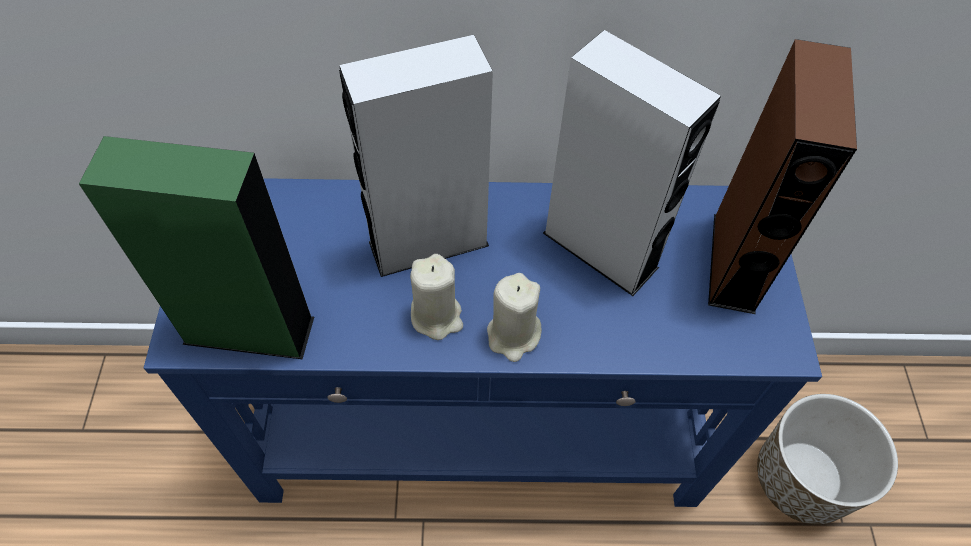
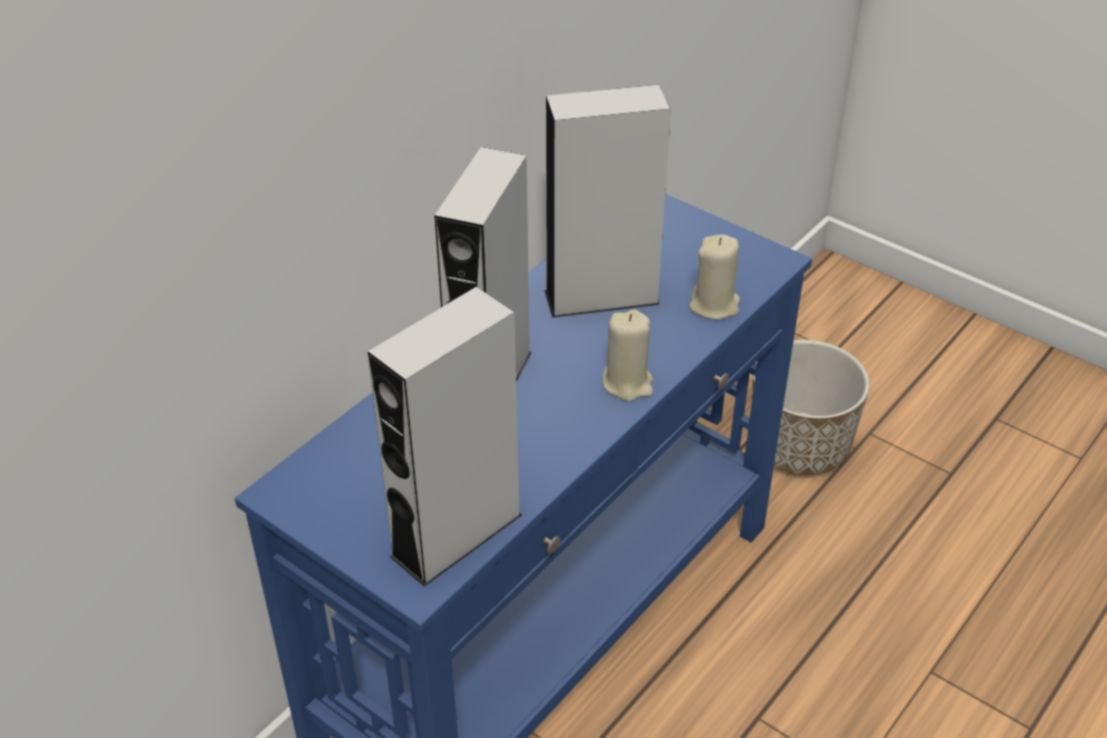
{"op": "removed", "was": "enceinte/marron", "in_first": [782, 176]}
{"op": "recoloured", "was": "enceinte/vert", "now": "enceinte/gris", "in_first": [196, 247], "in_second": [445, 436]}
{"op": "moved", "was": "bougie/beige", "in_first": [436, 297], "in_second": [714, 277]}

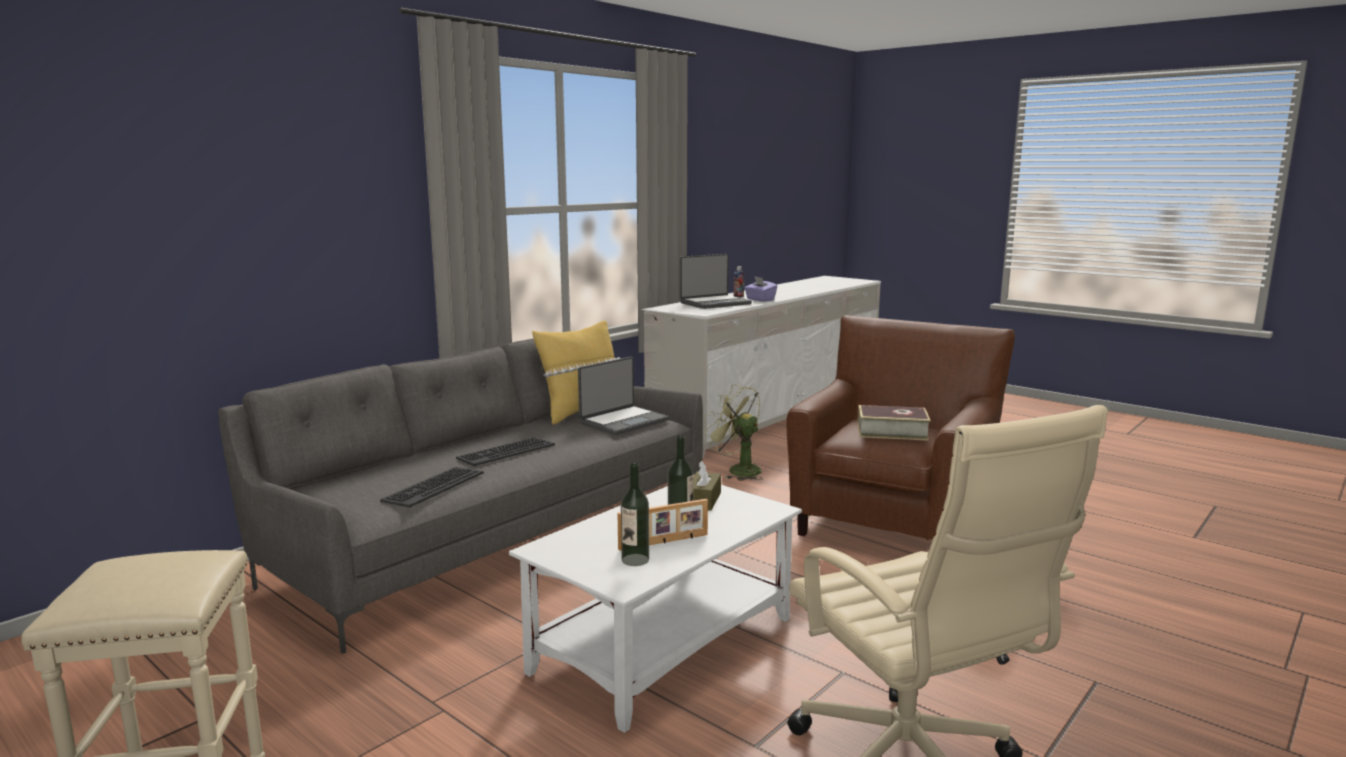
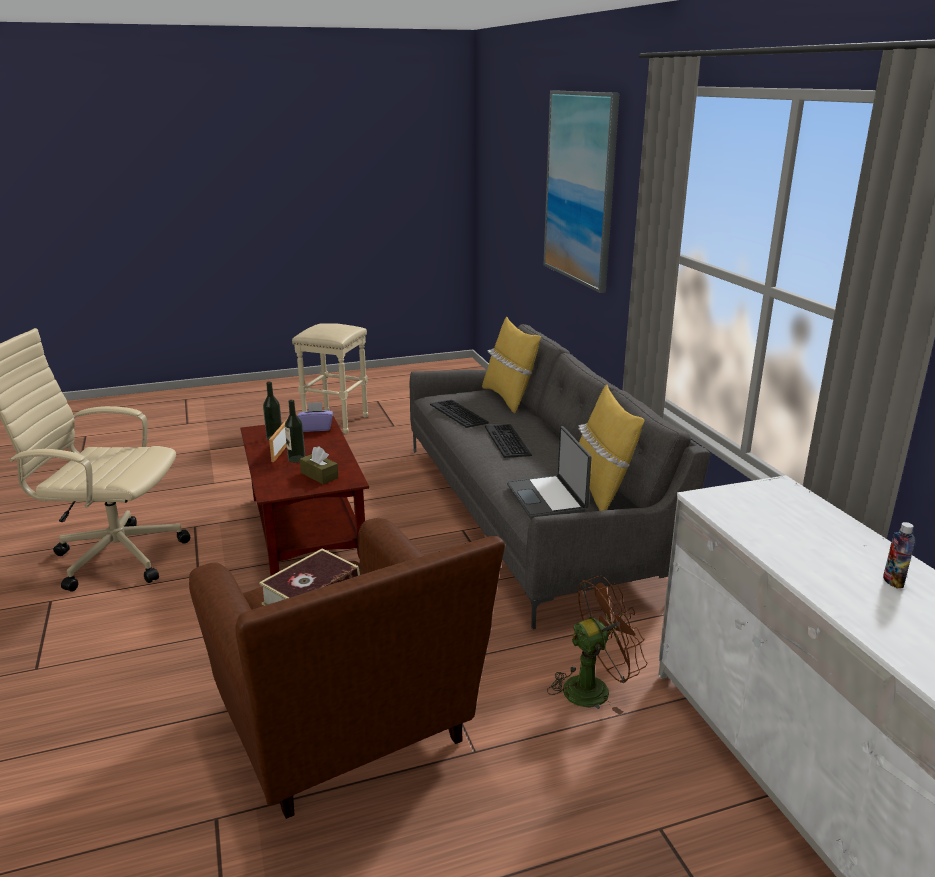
{"op": "removed", "was": "ordinateur portable", "in_first": [716, 281]}
{"op": "moved", "was": "boîte à mouchoirs/violet", "in_first": [760, 289], "in_second": [315, 417]}
{"op": "recoloured", "was": "ventilateur/vert", "now": "ventilateur/marron", "in_first": [734, 432], "in_second": [597, 645]}
{"op": "recoloured", "was": "table basse/blanc", "now": "table basse/marron", "in_first": [655, 609], "in_second": [304, 496]}
{"op": "added", "now": "tableau", "in_second": [581, 191]}
{"op": "added", "now": "coussin/jaune", "in_second": [511, 365]}

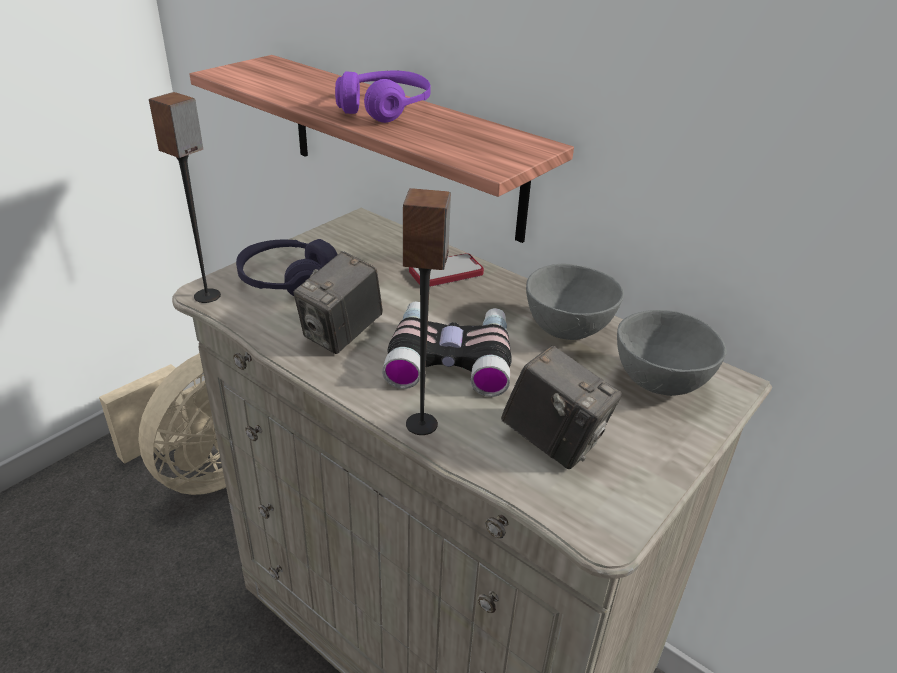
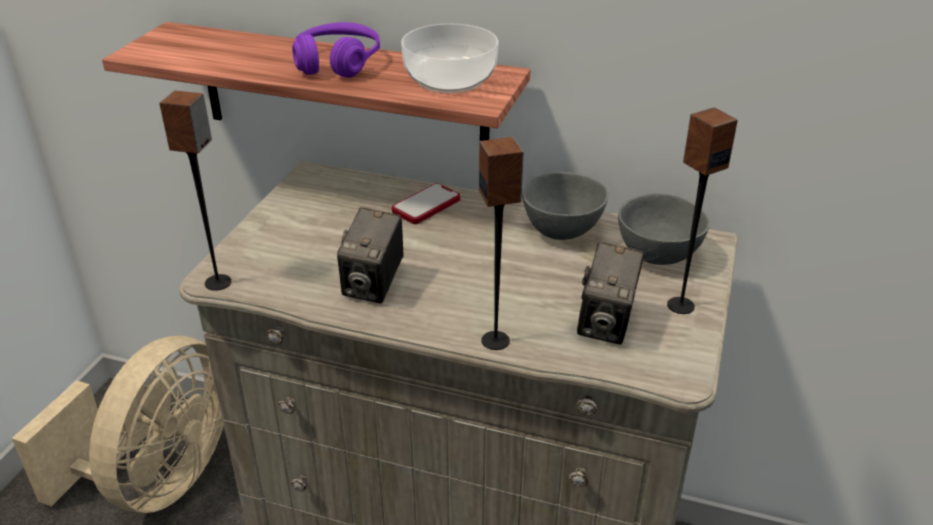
{"op": "removed", "was": "casque audio/violet", "in_first": [287, 267]}
{"op": "removed", "was": "jumelles", "in_first": [447, 349]}
{"op": "turned", "was": "appareil photo", "in_first": [561, 407], "in_second": [610, 293], "clockwise": 90}
{"op": "added", "now": "bol", "in_second": [450, 58]}
{"op": "added", "now": "enceinte", "in_second": [702, 210]}

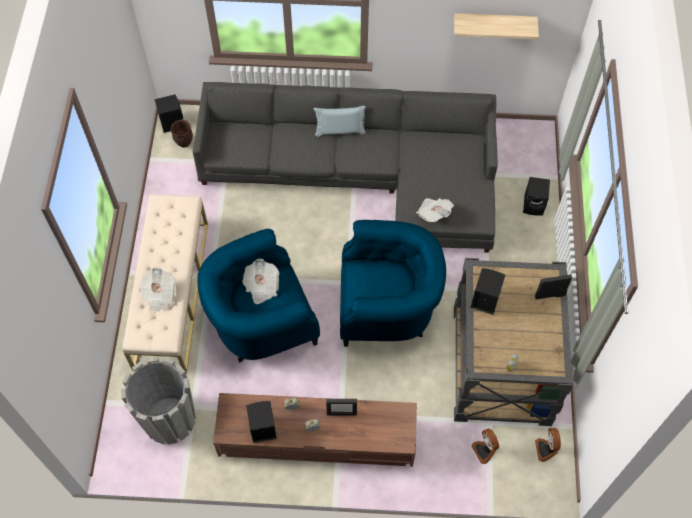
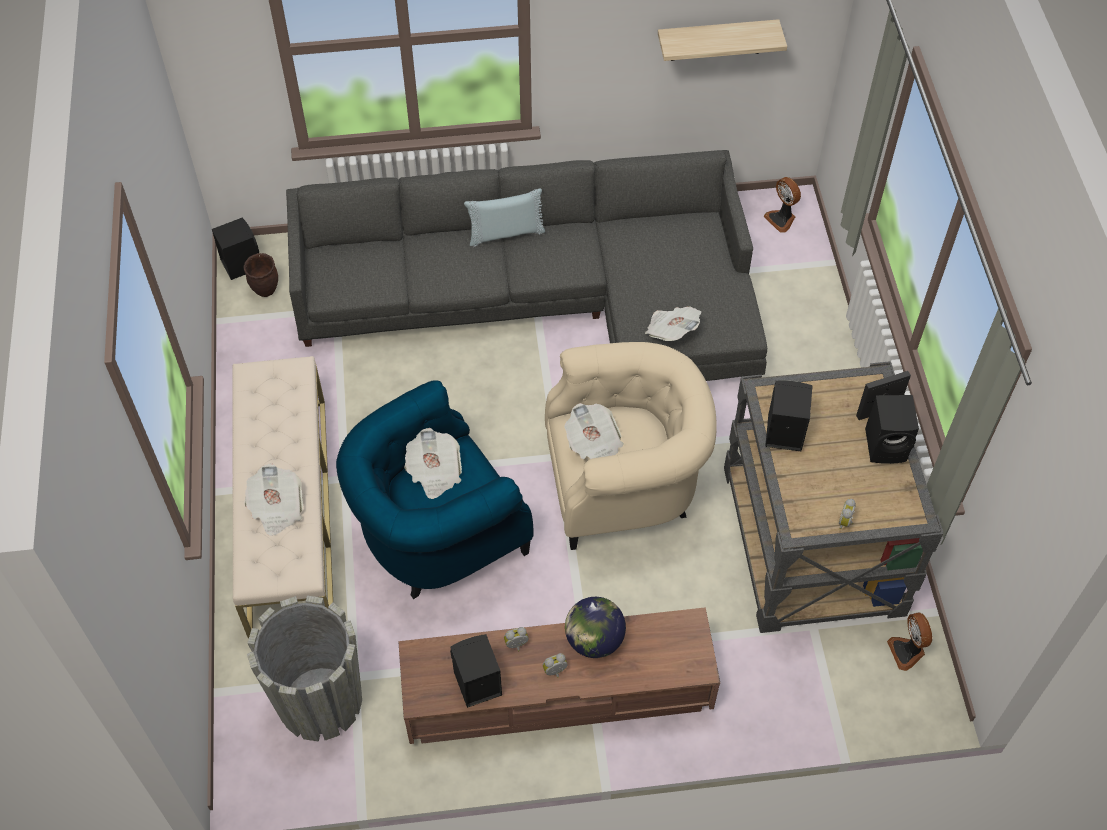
{"op": "moved", "was": "enceinte/noir", "in_first": [536, 196], "in_second": [892, 429]}
{"op": "recoloured", "was": "fauteuil/bleu", "now": "fauteuil/beige", "in_first": [393, 283], "in_second": [631, 446]}
{"op": "replaced", "was": "cadre photo", "now": "globe", "in_first": [341, 407], "in_second": [595, 627]}
{"op": "moved", "was": "ventilateur", "in_first": [485, 446], "in_second": [782, 205]}
{"op": "added", "now": "journal", "in_second": [594, 431]}

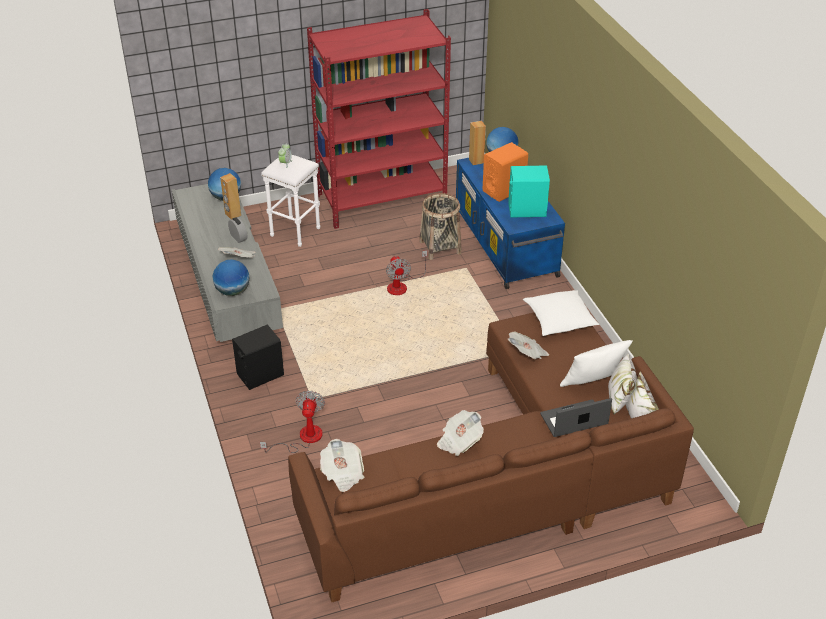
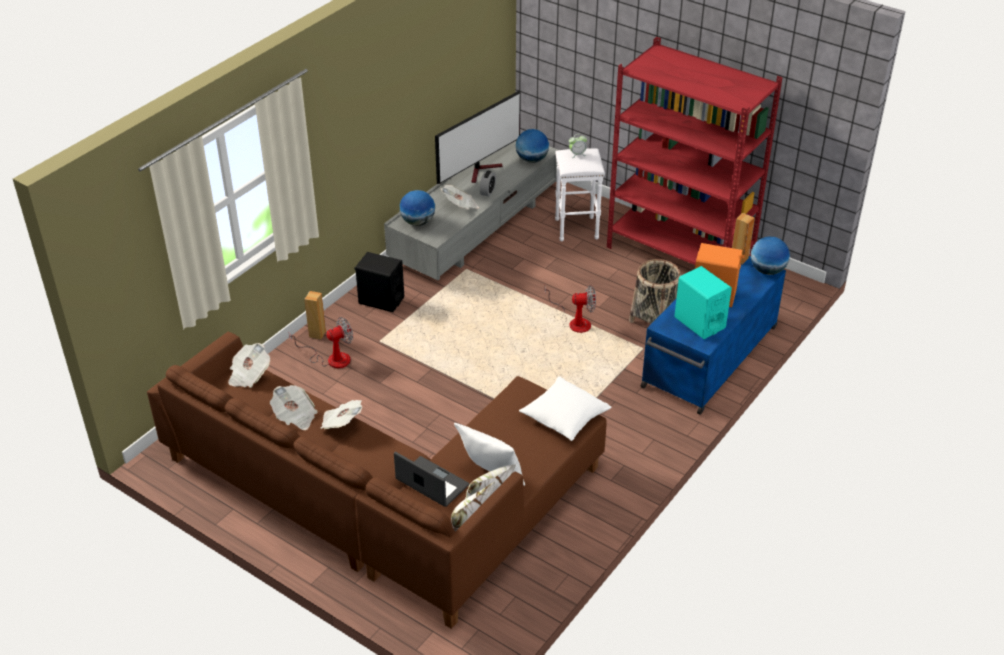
{"op": "moved", "was": "enceinte/marron", "in_first": [230, 196], "in_second": [315, 315]}
{"op": "turned", "was": "ventilateur", "in_first": [406, 272], "in_second": [570, 309], "clockwise": -135}
{"op": "moved", "was": "journal", "in_first": [528, 345], "in_second": [294, 407]}
{"op": "added", "now": "téléviseur", "in_second": [478, 137]}

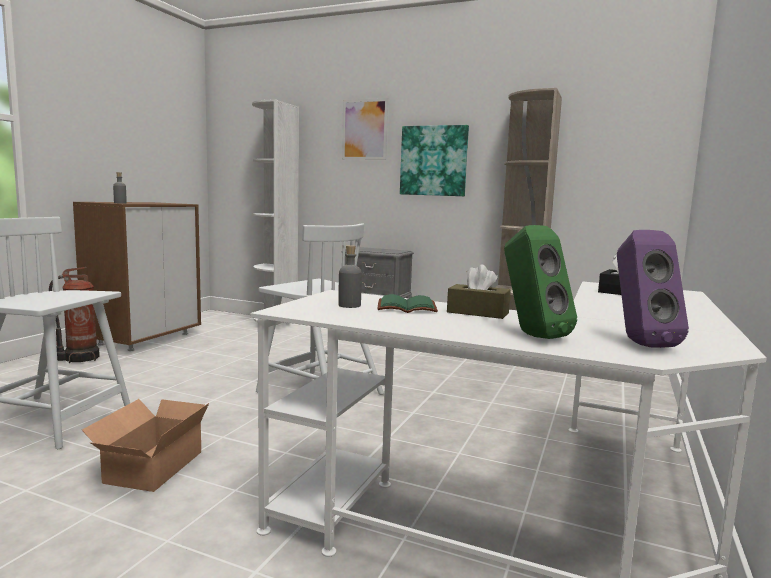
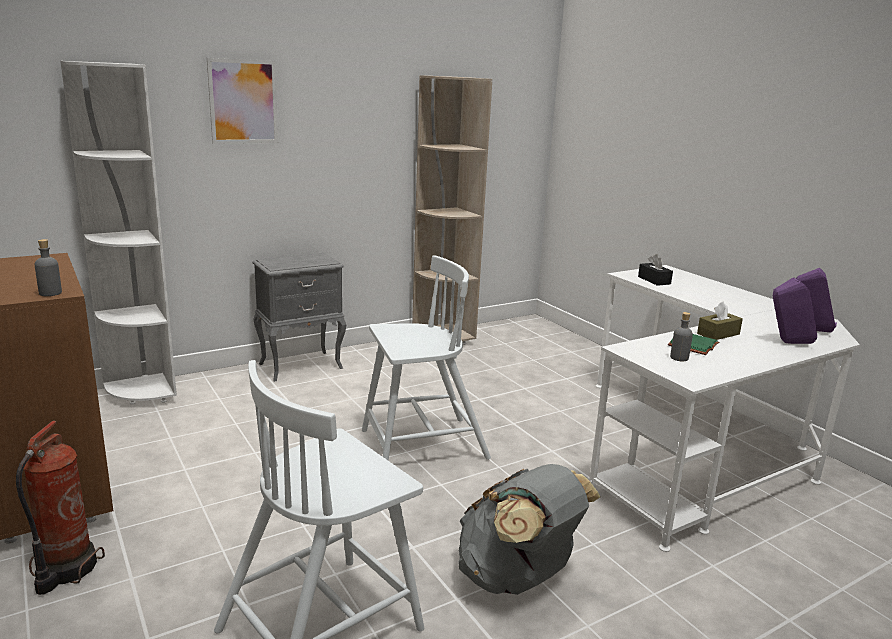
{"op": "removed", "was": "tableau", "in_first": [434, 160]}
{"op": "recoloured", "was": "enceinte/vert", "now": "enceinte/violet", "in_first": [540, 282], "in_second": [795, 310]}
{"op": "replaced", "was": "carton", "now": "sac à dos/gris", "in_first": [145, 445], "in_second": [529, 529]}

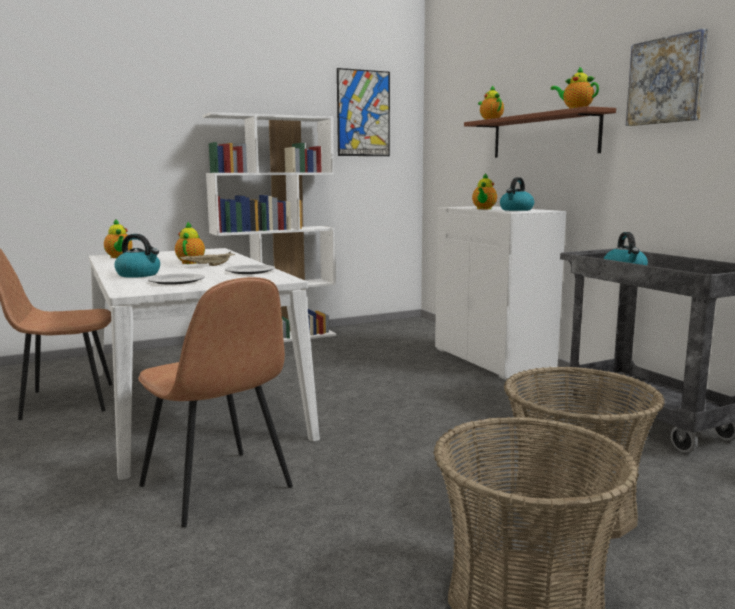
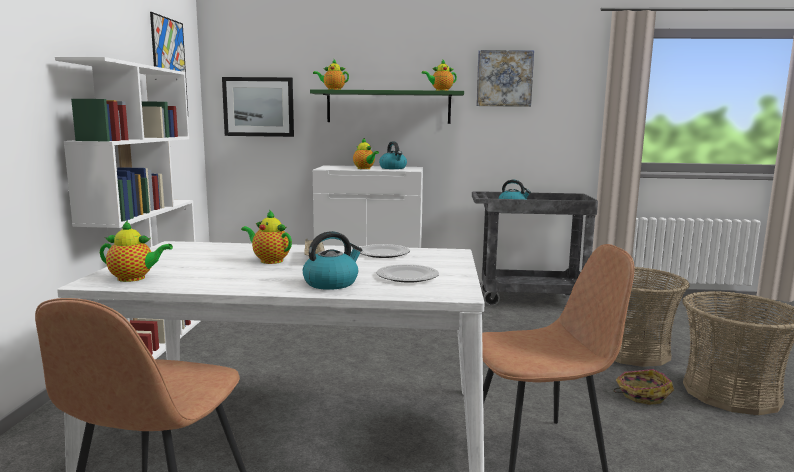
{"op": "recoloured", "was": "étagère/marron", "now": "étagère/vert", "in_first": [540, 132], "in_second": [387, 106]}
{"op": "added", "now": "tableau", "in_second": [258, 107]}
{"op": "added", "now": "panier", "in_second": [643, 387]}

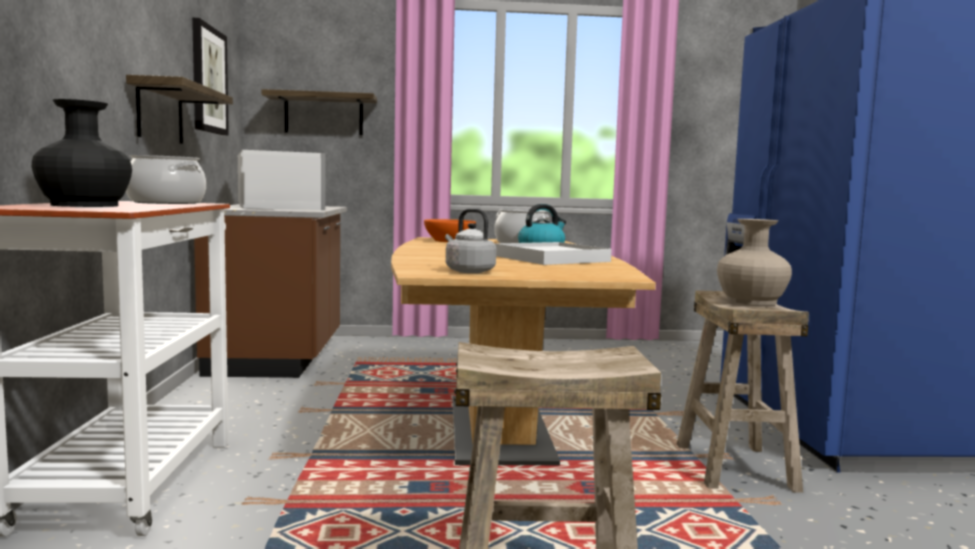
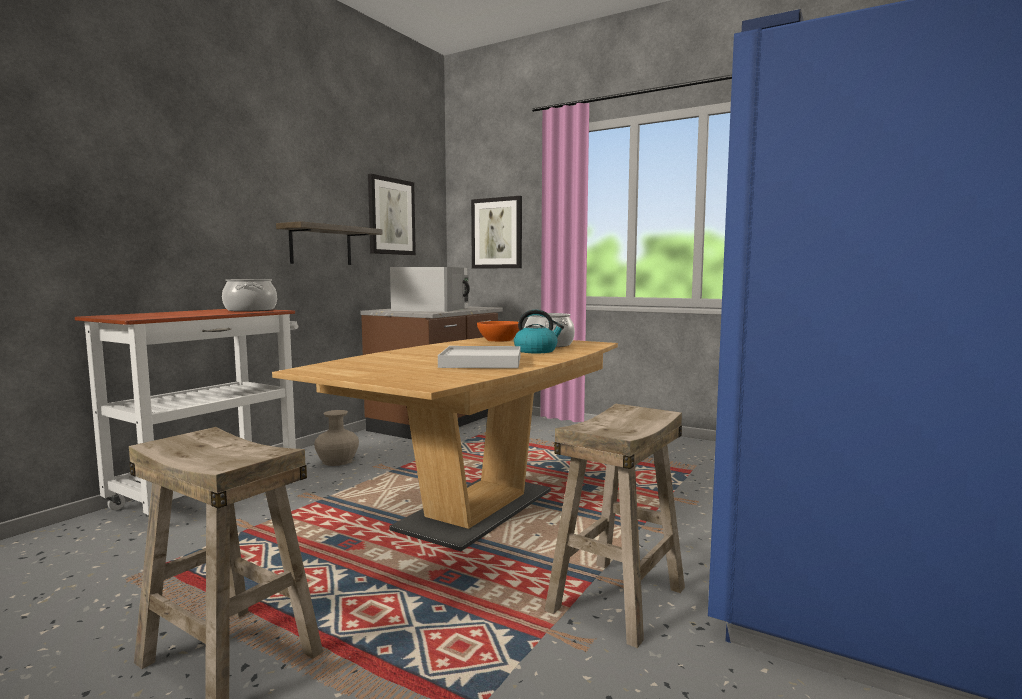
{"op": "replaced", "was": "étagère", "now": "tableau", "in_first": [319, 112], "in_second": [496, 232]}
{"op": "removed", "was": "vase/noir", "in_first": [82, 153]}
{"op": "removed", "was": "bouilloire/gris", "in_first": [470, 241]}
{"op": "moved", "was": "vase/beige", "in_first": [754, 262], "in_second": [336, 438]}

